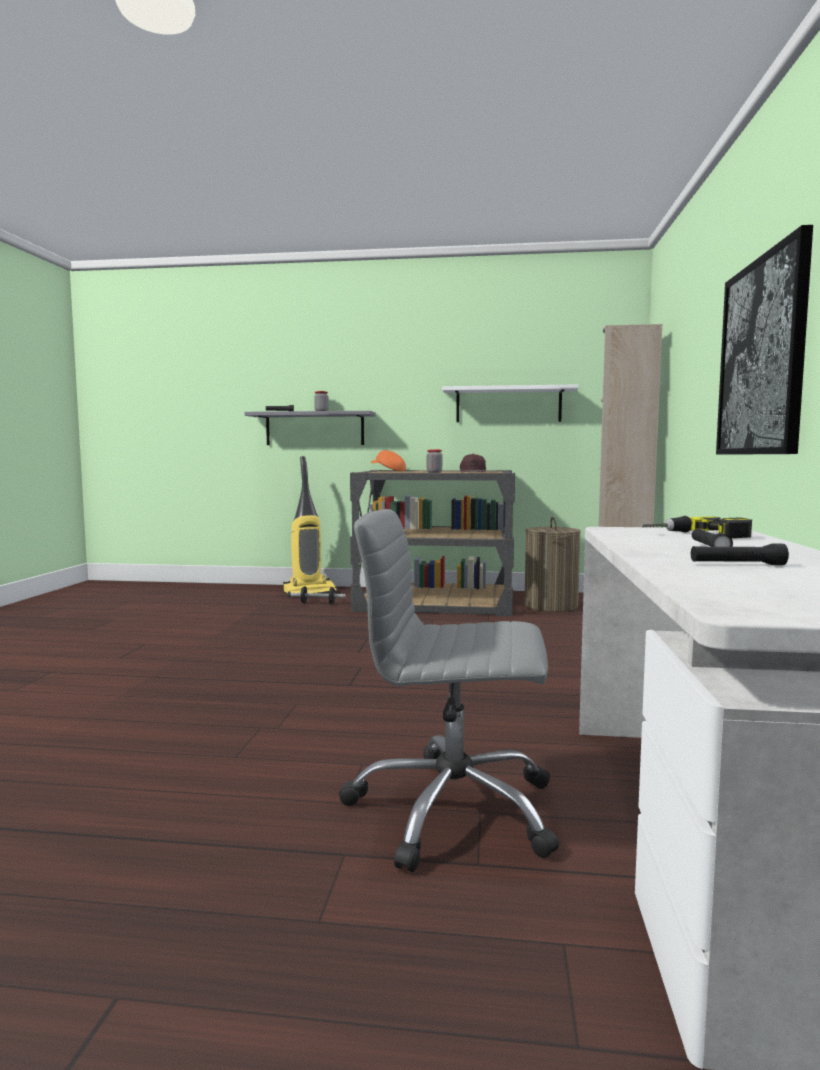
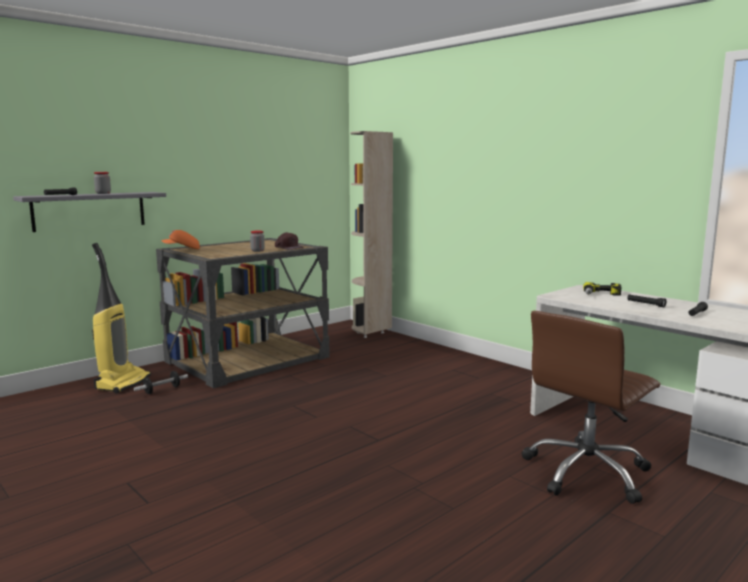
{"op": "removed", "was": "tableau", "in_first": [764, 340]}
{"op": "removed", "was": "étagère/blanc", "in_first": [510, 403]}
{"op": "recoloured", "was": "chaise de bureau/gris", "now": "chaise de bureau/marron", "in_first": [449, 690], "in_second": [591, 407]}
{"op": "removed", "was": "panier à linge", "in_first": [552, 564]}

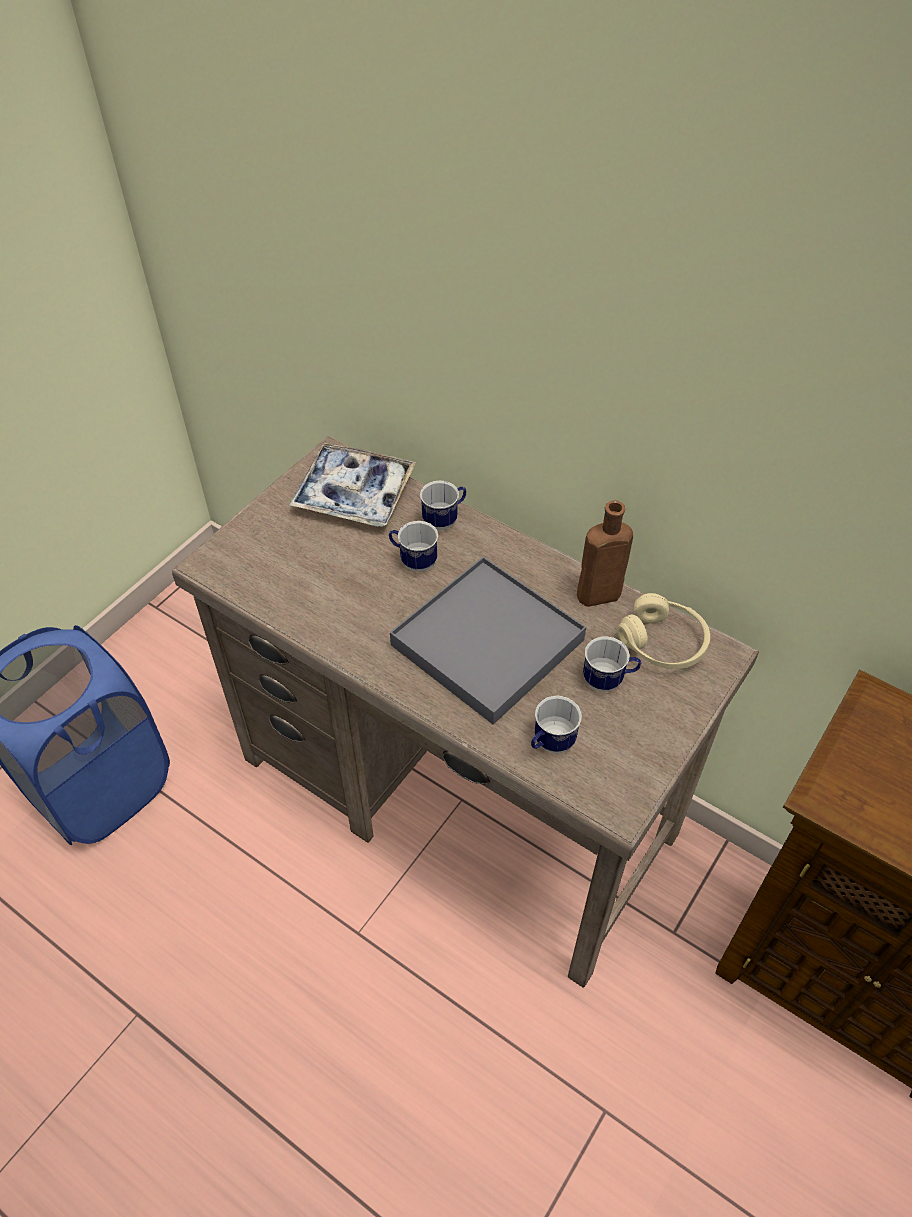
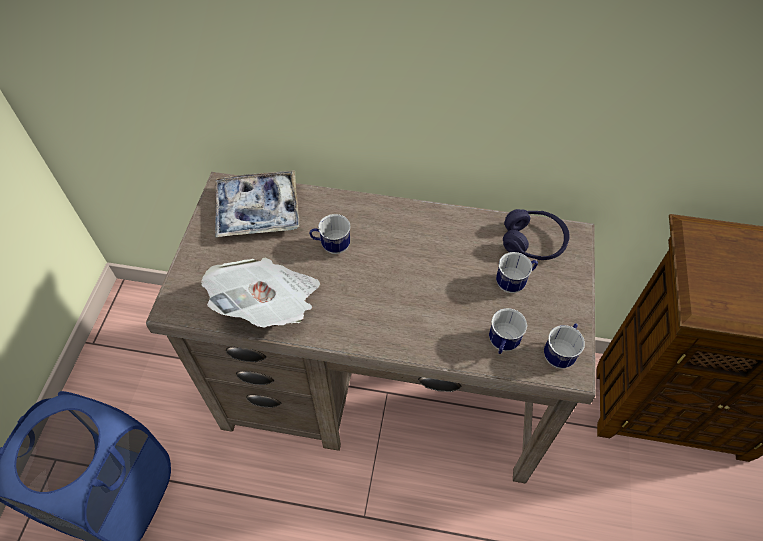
{"op": "moved", "was": "mug", "in_first": [443, 505], "in_second": [564, 346]}
{"op": "removed", "was": "bouteille/marron", "in_first": [605, 553]}
{"op": "removed", "was": "plateau/gris", "in_first": [488, 640]}
{"op": "recoloured", "was": "casque audio/beige", "now": "casque audio/violet", "in_first": [663, 631], "in_second": [536, 234]}
{"op": "added", "now": "journal", "in_second": [260, 292]}

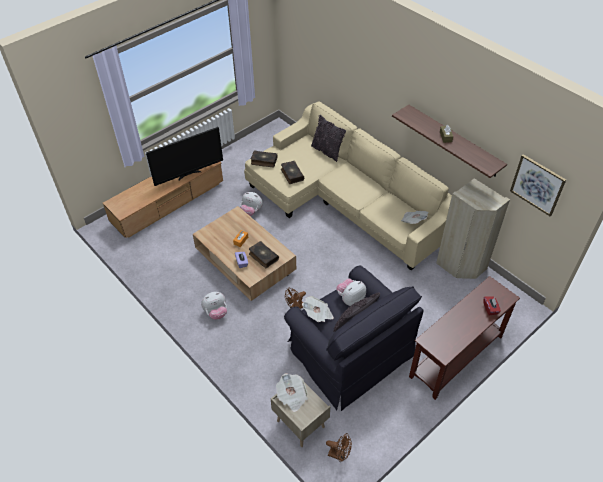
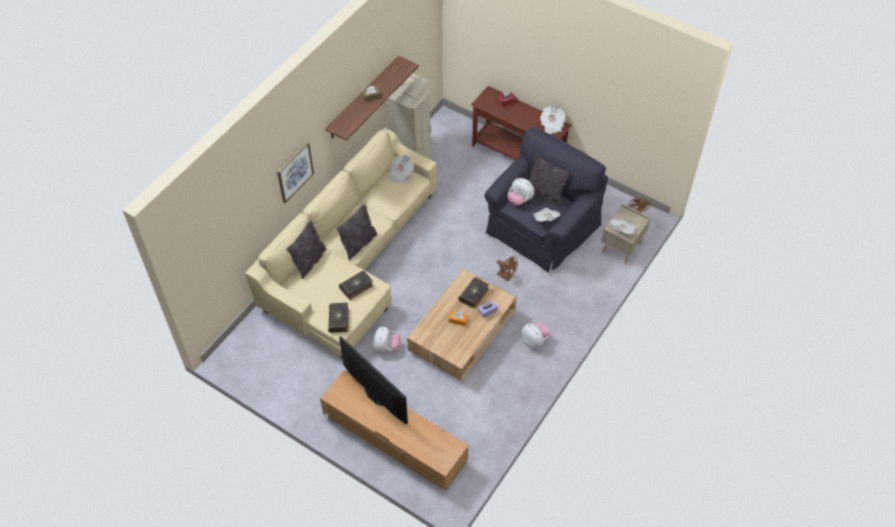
{"op": "moved", "was": "tableau", "in_first": [538, 185], "in_second": [295, 172]}
{"op": "added", "now": "journal", "in_second": [553, 119]}
{"op": "added", "now": "coussin/noir", "in_second": [356, 232]}

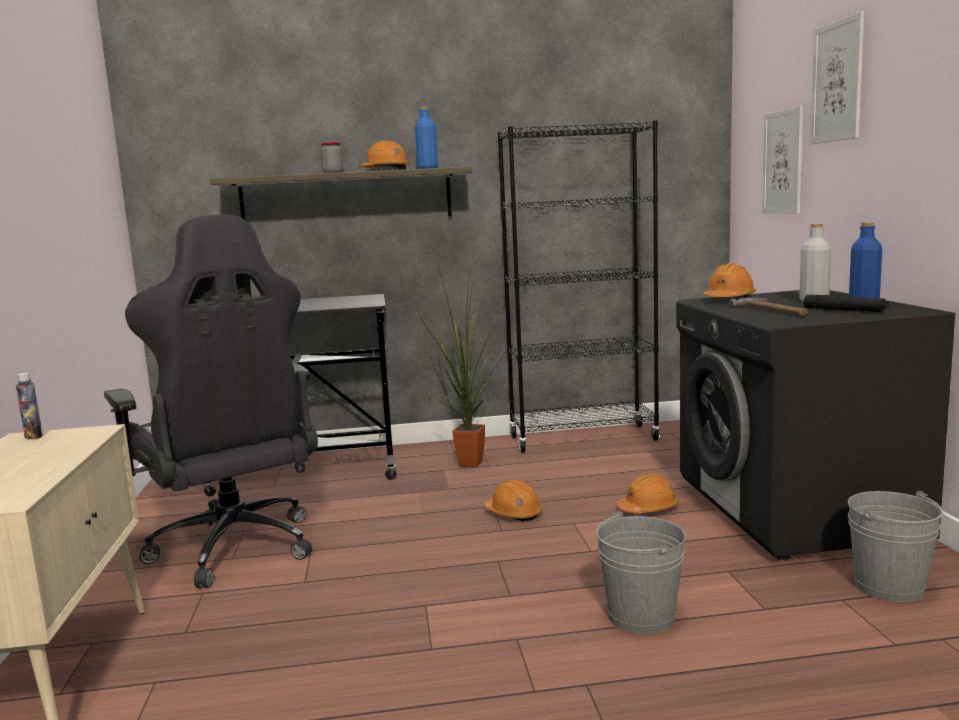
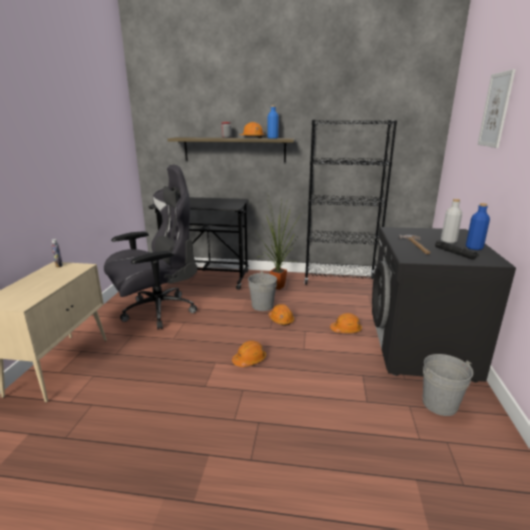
{"op": "removed", "was": "tableau", "in_first": [782, 160]}
{"op": "turned", "was": "chaise de bureau/noir", "in_first": [211, 401], "in_second": [151, 247], "clockwise": -105}
{"op": "moved", "was": "casque de chantier/orange", "in_first": [729, 280], "in_second": [249, 353]}
{"op": "moved", "was": "seau/gris", "in_first": [641, 572], "in_second": [262, 291]}

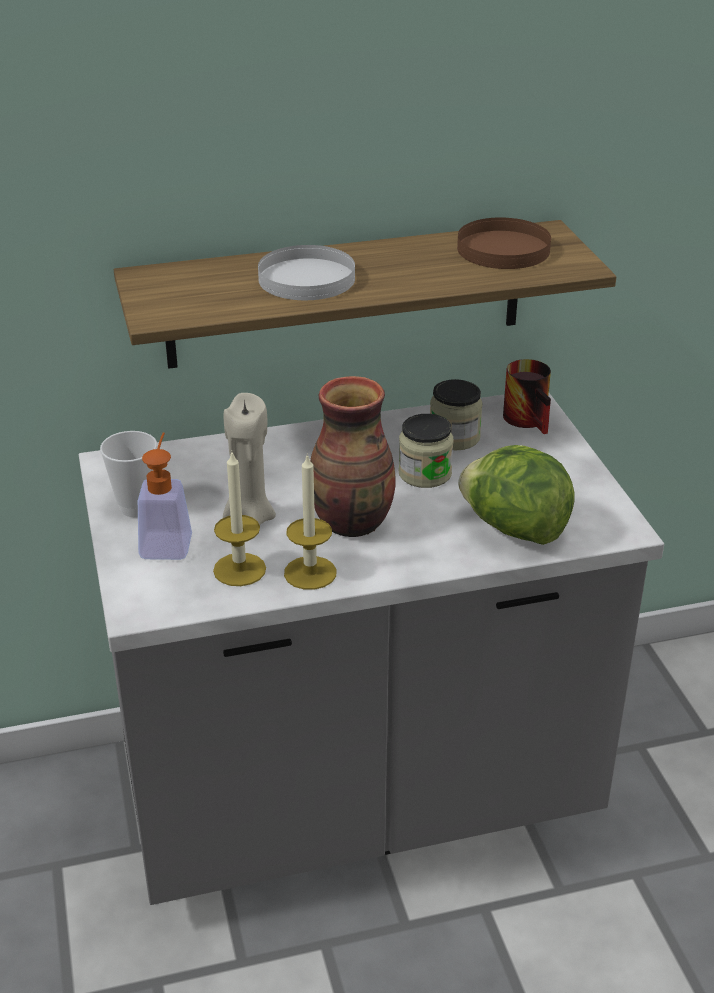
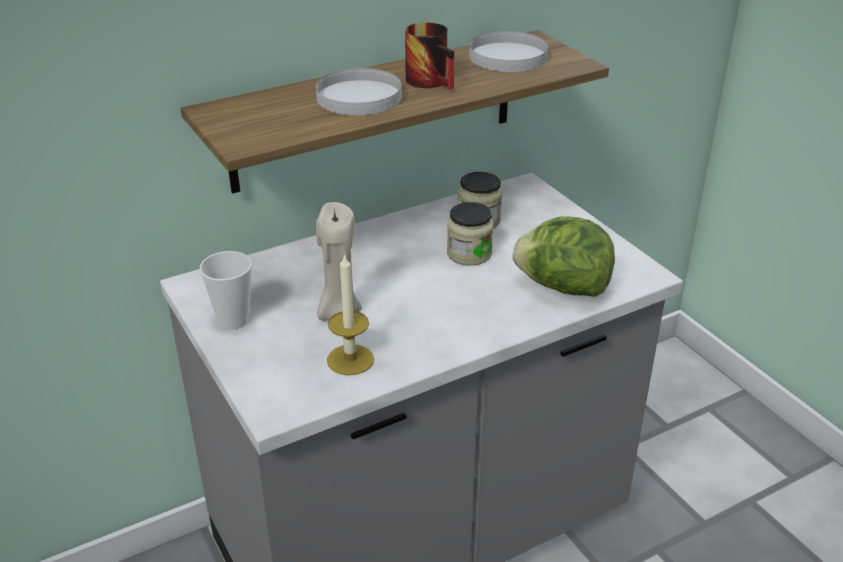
{"op": "recoloured", "was": "assiette/marron", "now": "assiette/blanc", "in_first": [504, 243], "in_second": [508, 51]}
{"op": "moved", "was": "mug", "in_first": [527, 396], "in_second": [429, 55]}
{"op": "removed", "was": "vase", "in_first": [352, 456]}
{"op": "removed", "was": "distributeur de savon", "in_first": [165, 496]}
{"op": "removed", "was": "bougie", "in_first": [310, 521]}

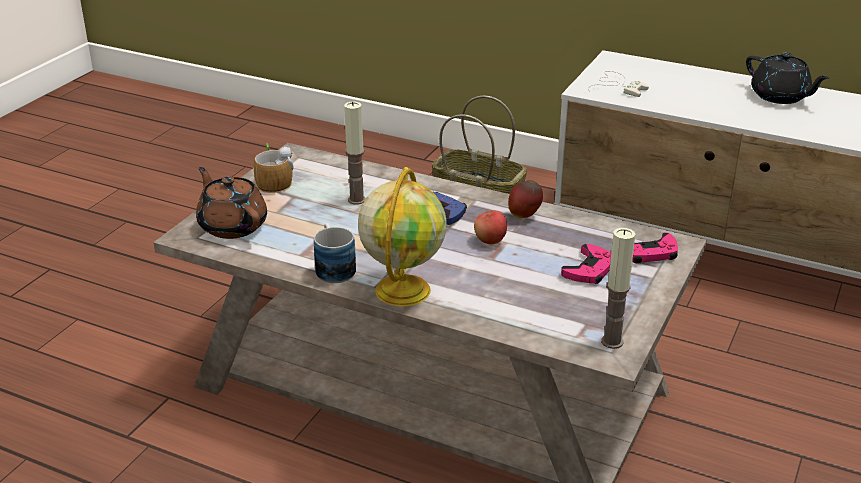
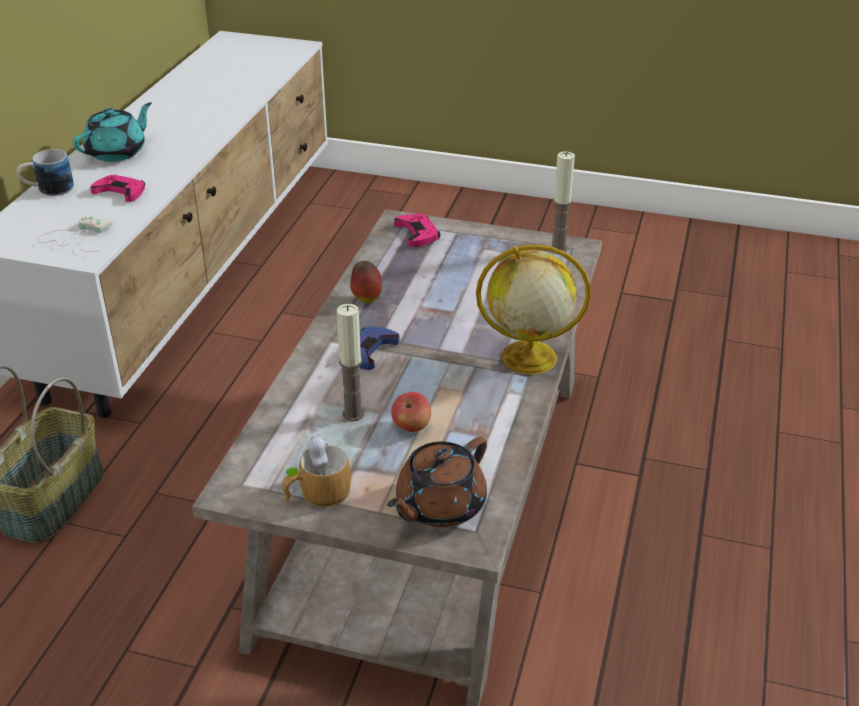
{"op": "recoloured", "was": "théière/noir", "now": "théière/turquoise", "in_first": [787, 78], "in_second": [112, 132]}
{"op": "moved", "was": "pomme", "in_first": [490, 227], "in_second": [411, 412]}
{"op": "moved", "was": "mug", "in_first": [335, 253], "in_second": [45, 172]}
{"op": "moved", "was": "manette/rose", "in_first": [586, 264], "in_second": [117, 188]}

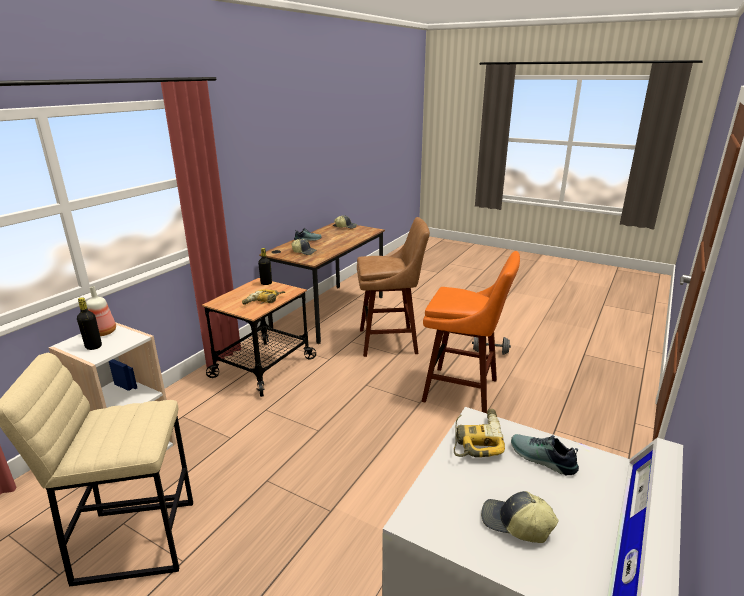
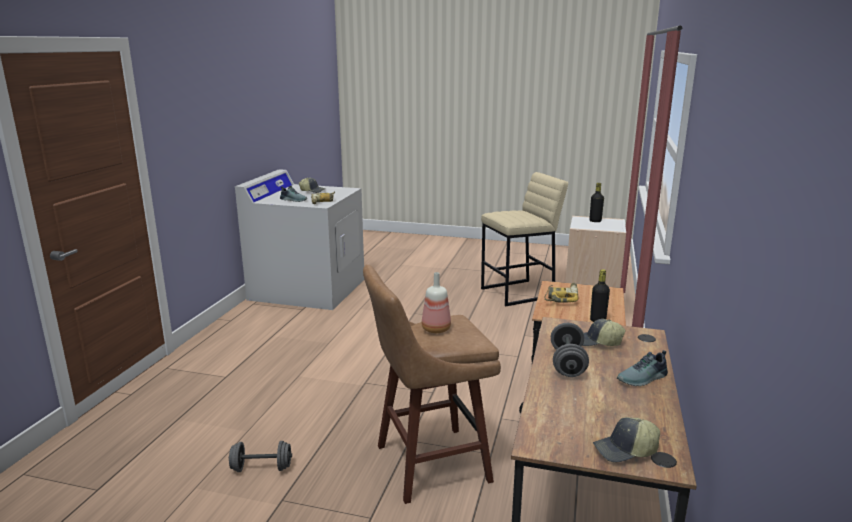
{"op": "removed", "was": "tabouret/orange", "in_first": [470, 332]}
{"op": "moved", "was": "bouteille", "in_first": [101, 311], "in_second": [436, 302]}
{"op": "added", "now": "haltère/gris", "in_second": [570, 350]}

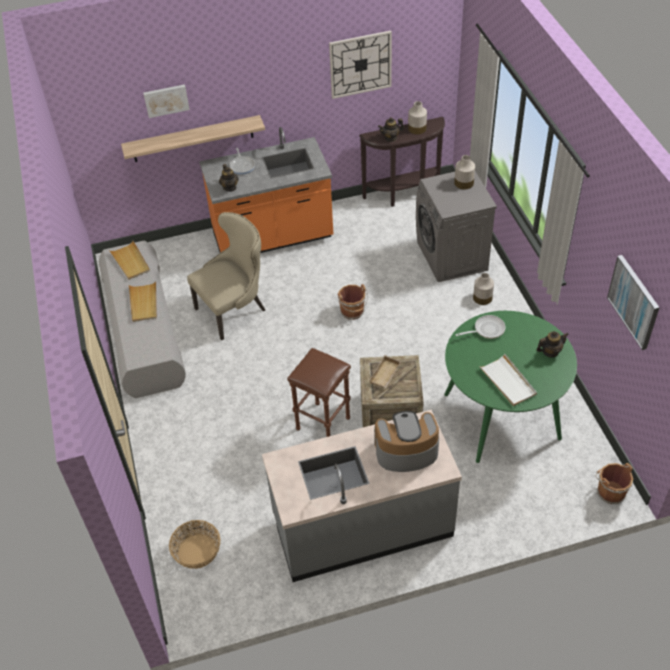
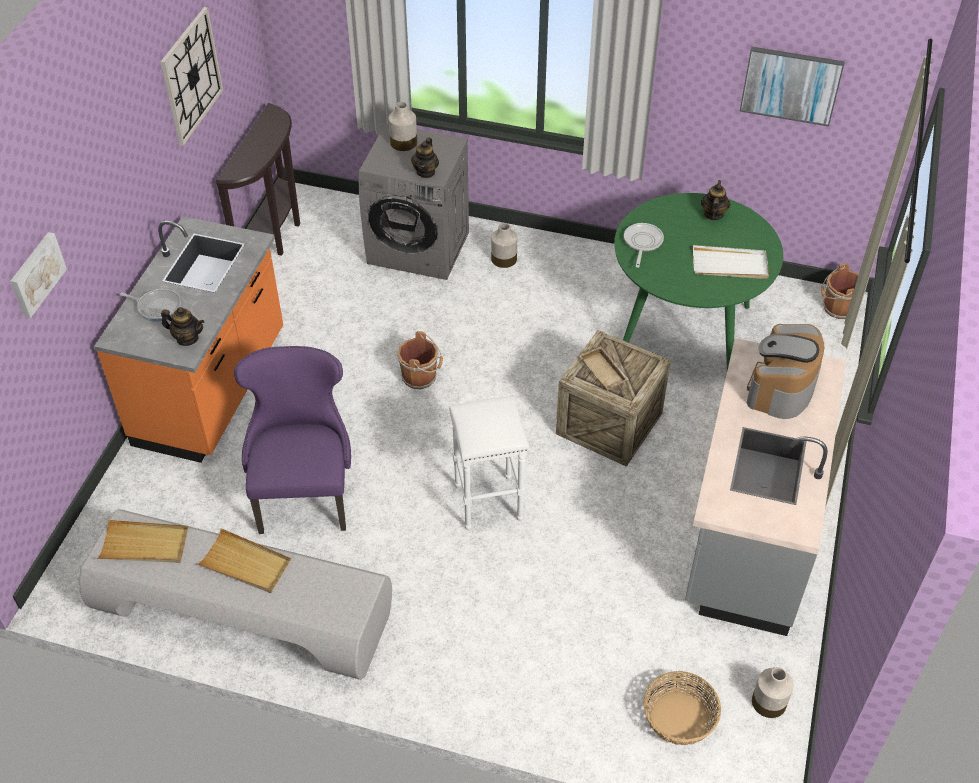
{"op": "moved", "was": "vase/beige", "in_first": [417, 117], "in_second": [773, 692]}
{"op": "removed", "was": "étagère", "in_first": [193, 138]}
{"op": "moved", "was": "théière", "in_first": [391, 129], "in_second": [425, 157]}
{"op": "recoloured", "was": "chaise/beige", "now": "chaise/violet", "in_first": [226, 276], "in_second": [292, 440]}
{"op": "removed", "was": "tabouret/marron", "in_first": [319, 392]}
{"op": "added", "now": "tabouret/blanc", "in_second": [489, 463]}

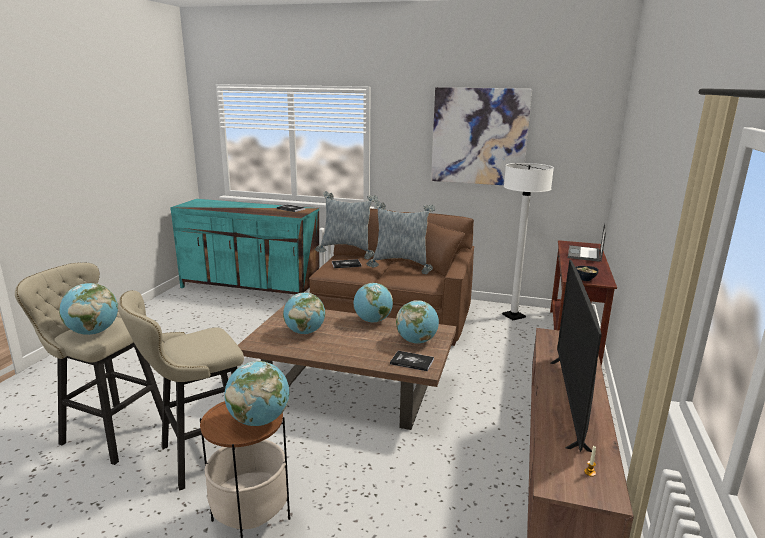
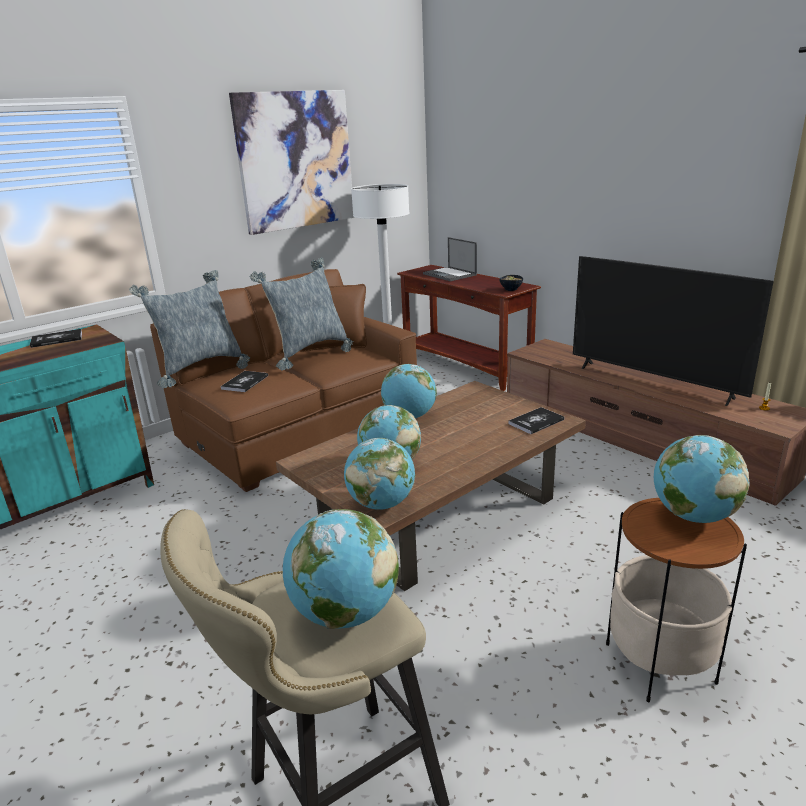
{"op": "removed", "was": "tabouret/beige", "in_first": [181, 390]}
{"op": "moved", "was": "globe", "in_first": [417, 322], "in_second": [379, 474]}

